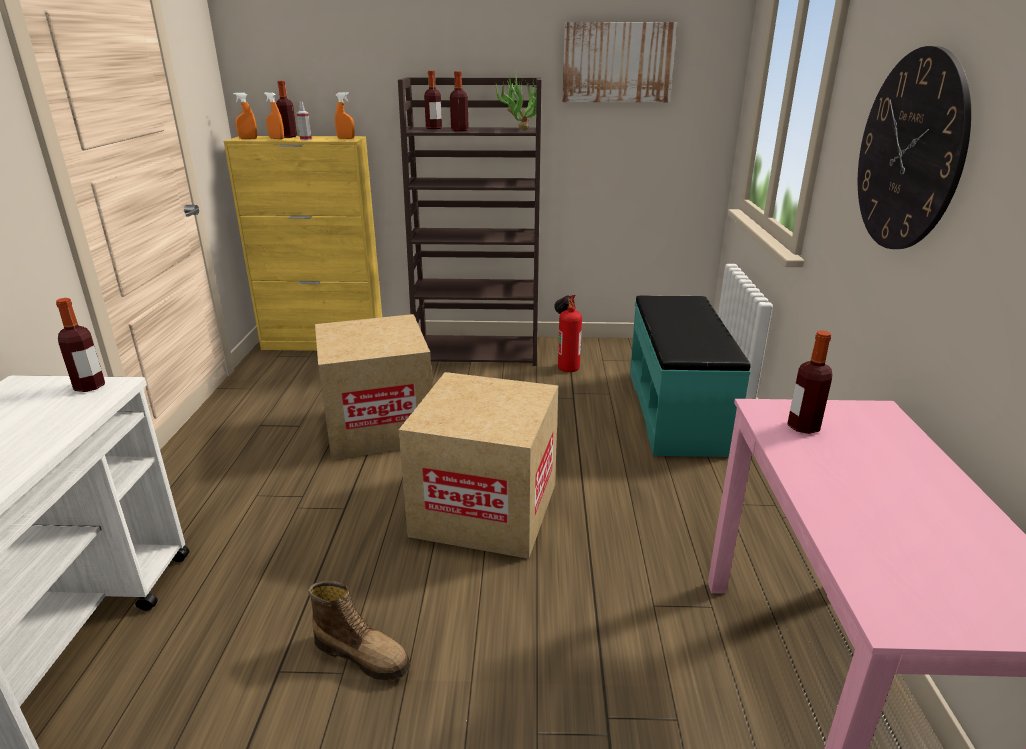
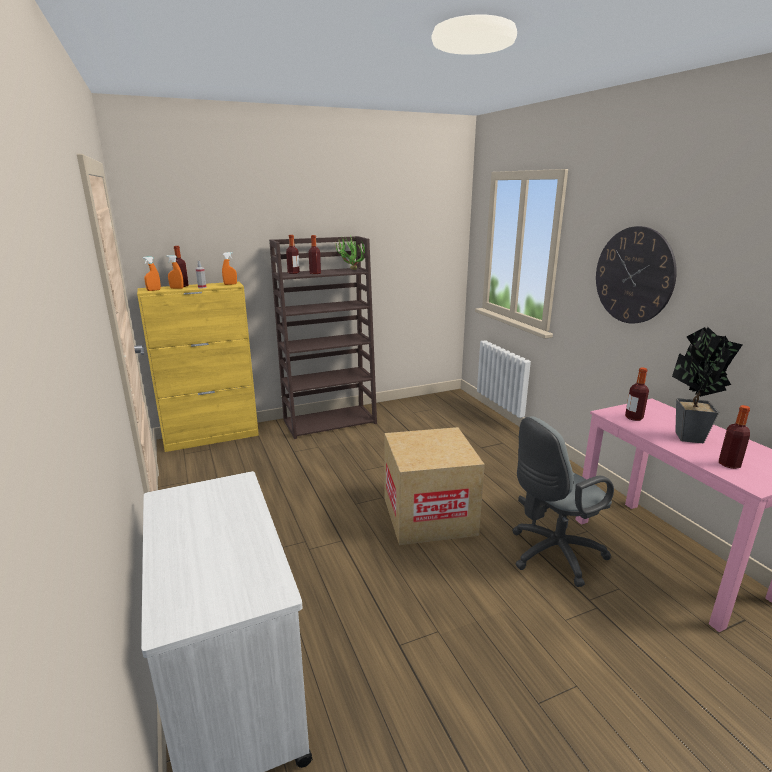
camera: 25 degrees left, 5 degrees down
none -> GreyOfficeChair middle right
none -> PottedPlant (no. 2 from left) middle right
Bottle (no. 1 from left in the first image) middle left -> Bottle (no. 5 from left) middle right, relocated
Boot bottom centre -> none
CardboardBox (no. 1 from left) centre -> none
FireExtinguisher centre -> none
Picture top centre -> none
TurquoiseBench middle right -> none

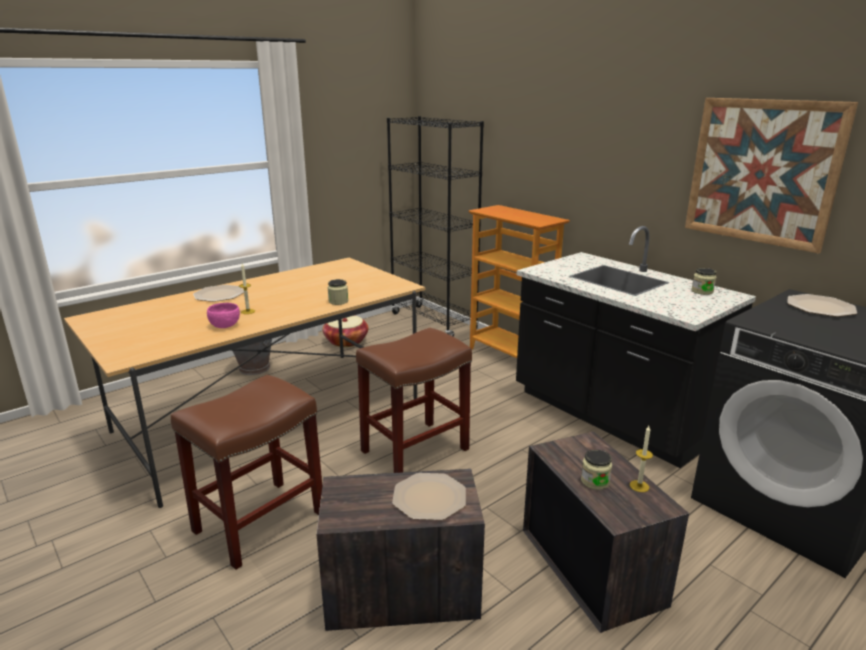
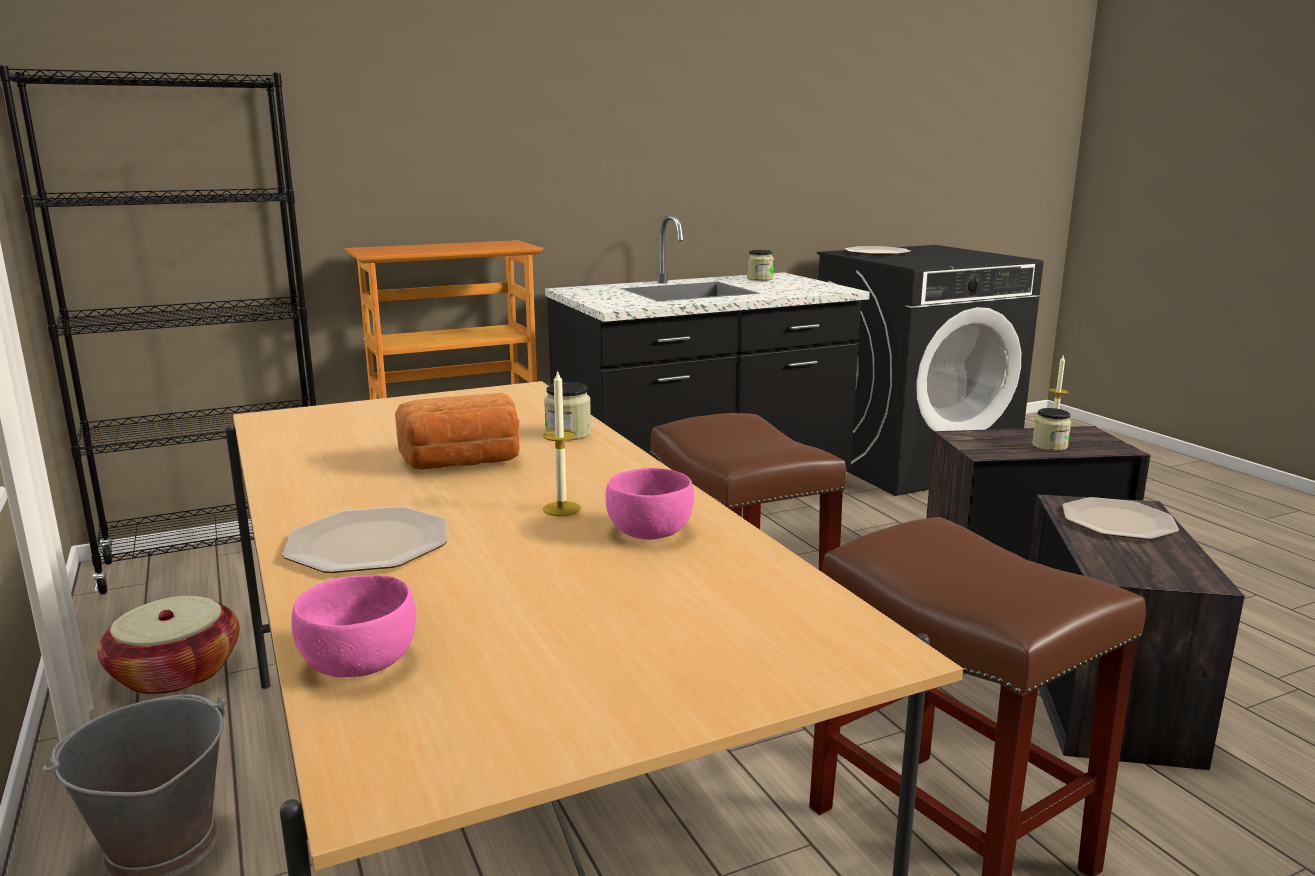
camera: 75 degrees left, 5 degrees down
none -> PinkBowl (no. 1 from left) bottom left
none -> Bread centre
Picture top right -> none

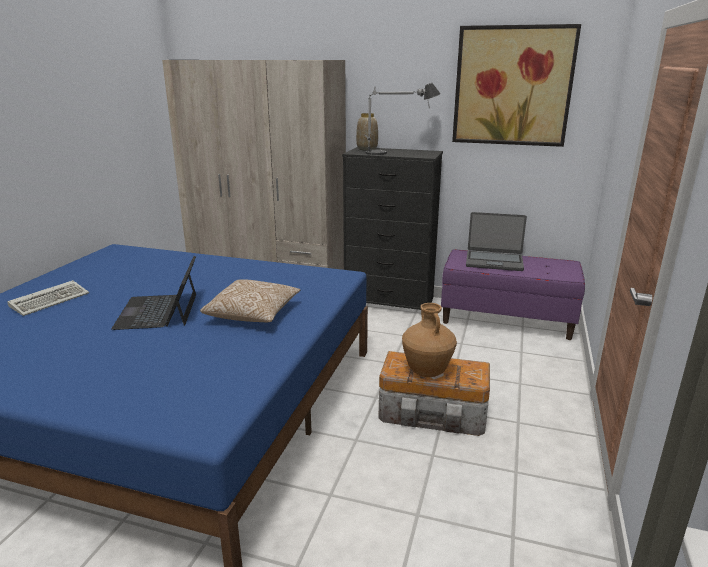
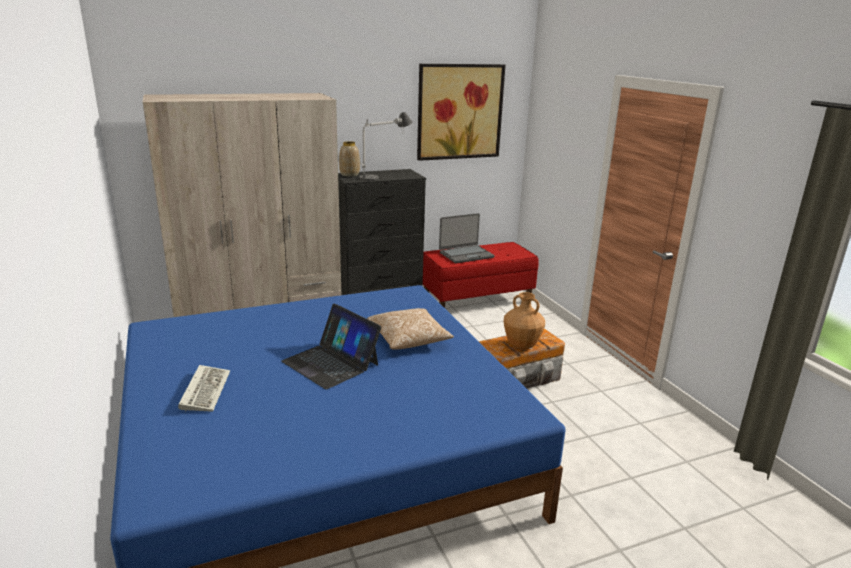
camera: 40 degrees left, 0 degrees up
PurpleBench middle right -> RedBench centre

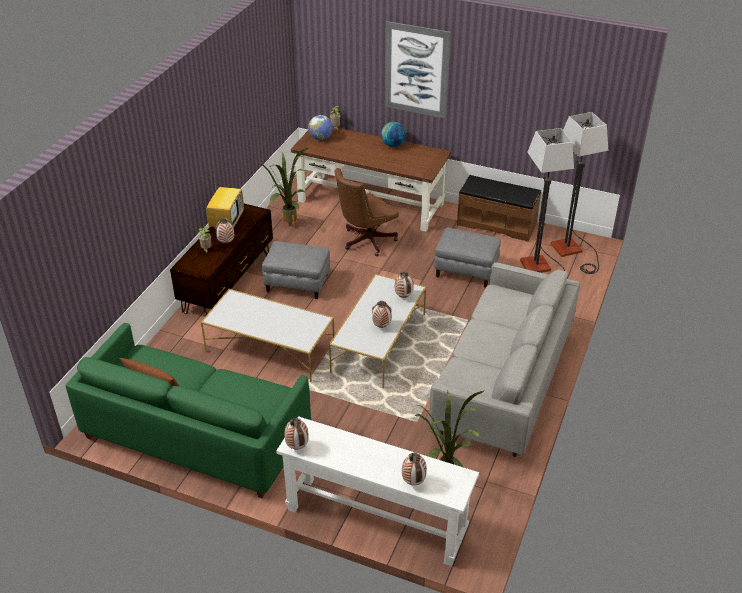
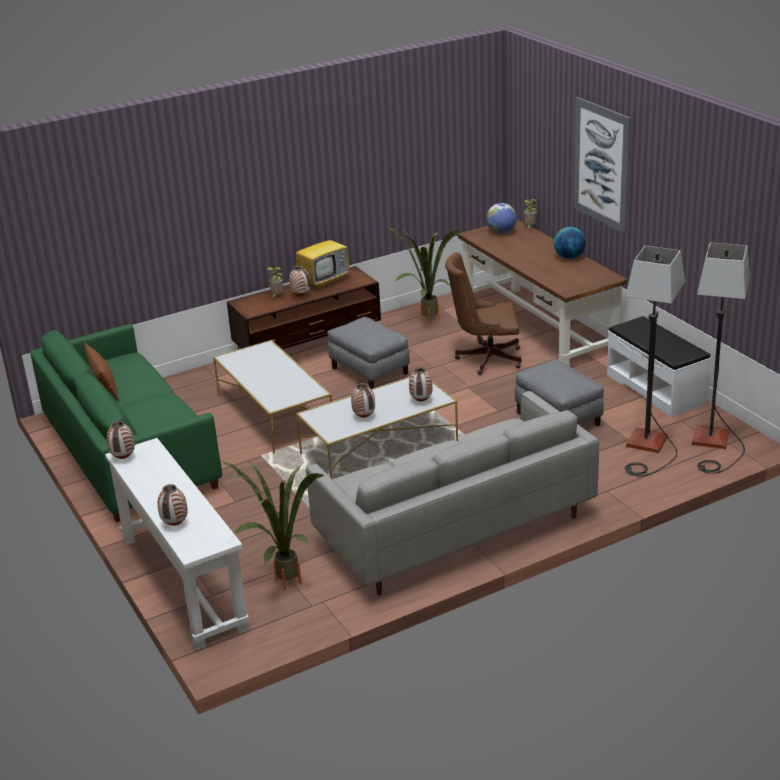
camera: 40 degrees right, 10 degrees down
BrownBench middle right -> WhiteBench middle right

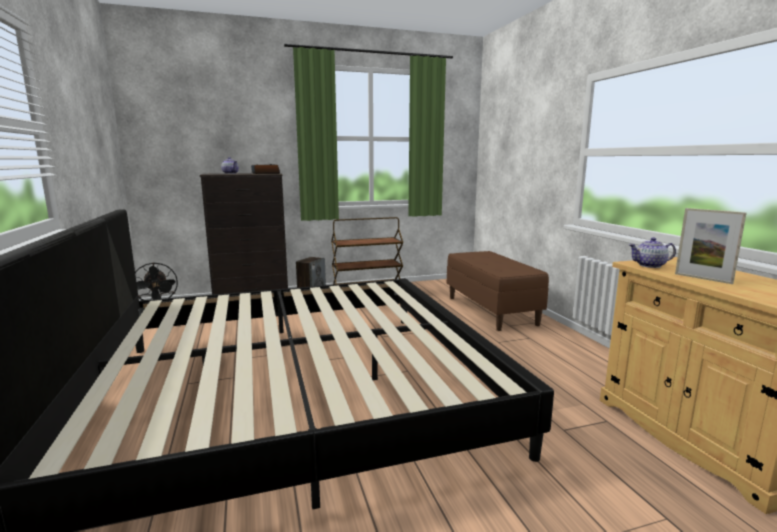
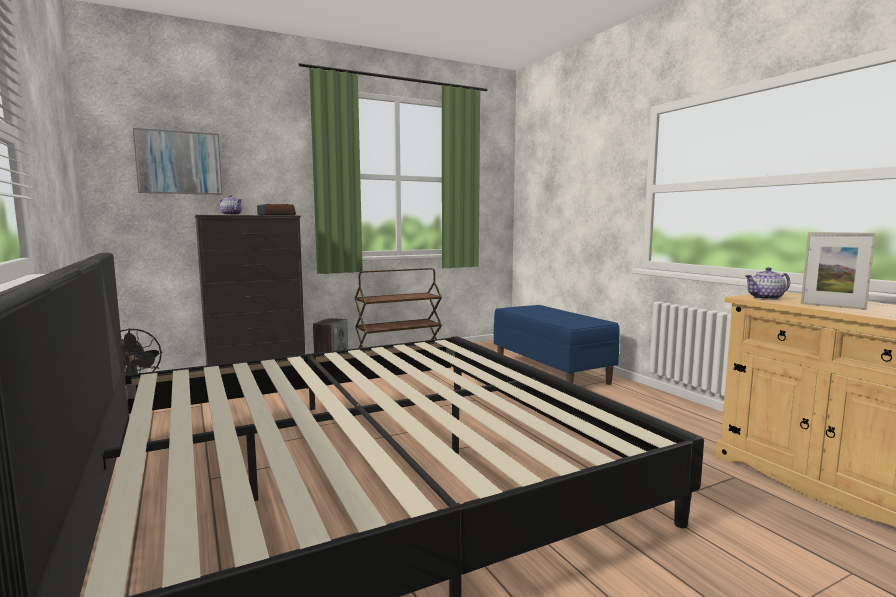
camera: 10 degrees left, 5 degrees down
none -> Picture top left
BrownBench centre -> BlueBench centre

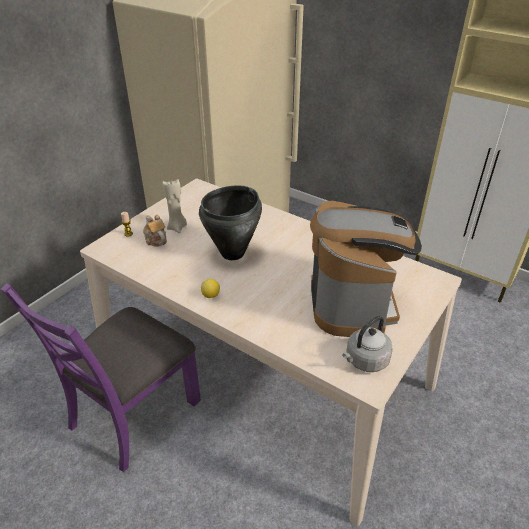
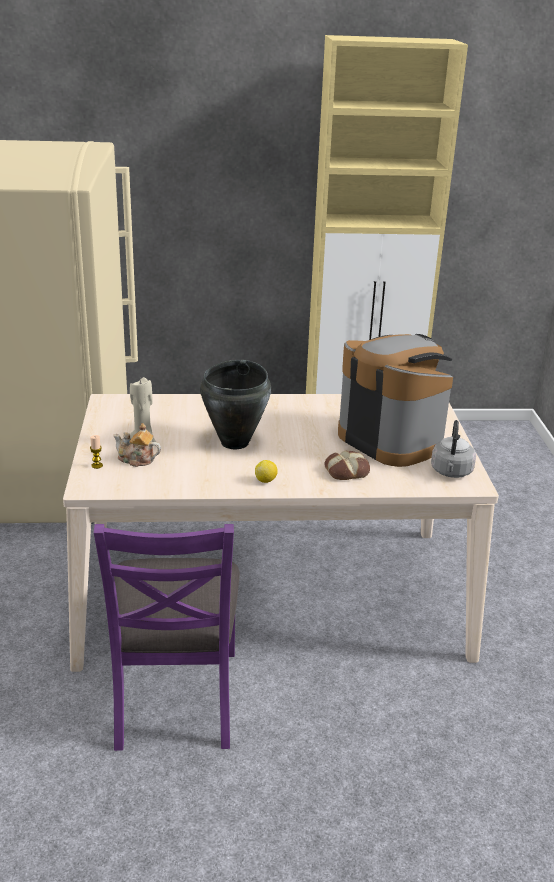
camera: 40 degrees left, 10 degrees down
none -> Bread centre

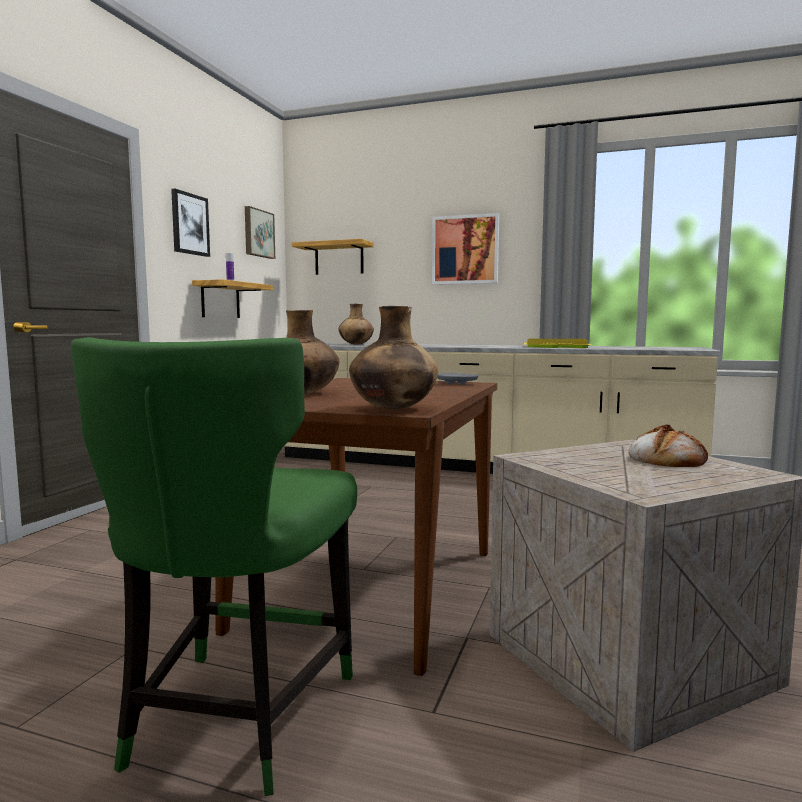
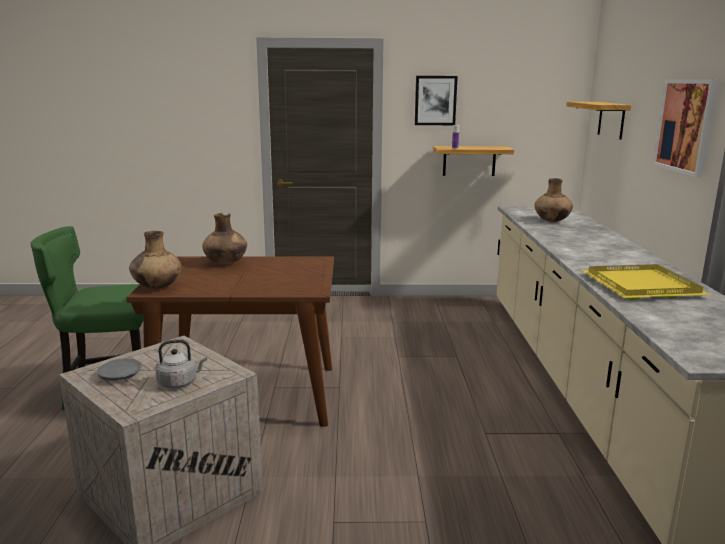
camera: 70 degrees right, 10 degrees up
GreyPlate centre -> GreyPlate bottom left, relocated
Bread middle right -> GreyKettle bottom left
Picture (no. 2 from left) top left -> none

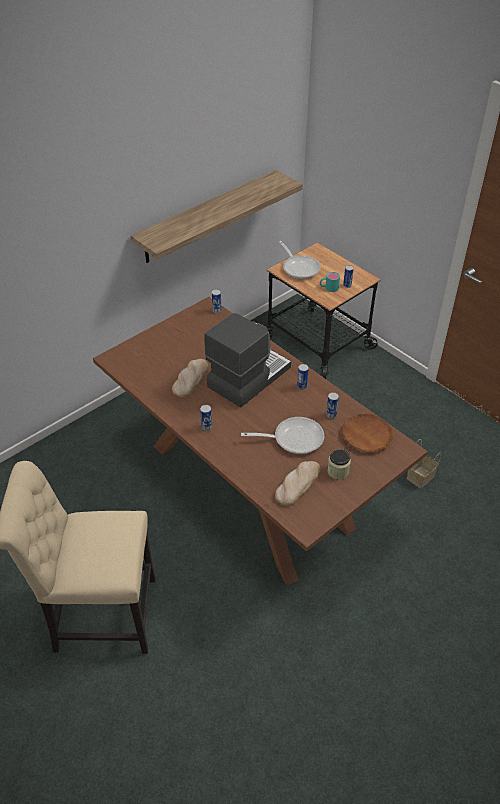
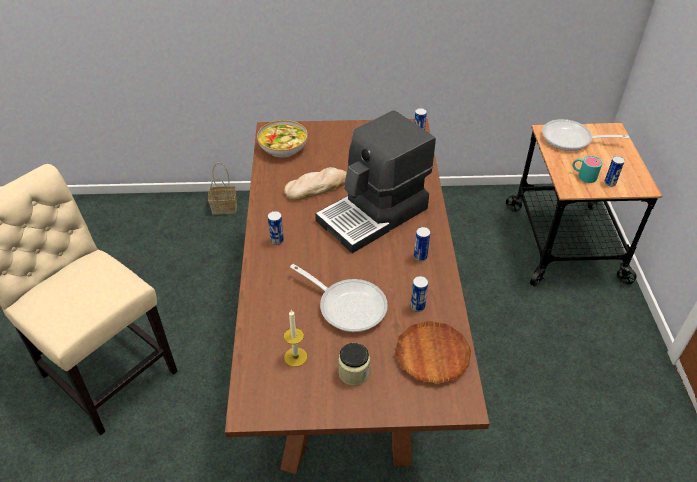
camera: 40 degrees right, 0 degrees up
Basket middle right -> Basket middle left, relocated
none -> Bowl top centre
Bread (no. 2 from left) centre -> Candle bottom centre
CoffeeMachine centre, 150 degrees clockwise
FryingPan (no. 2 from left) top centre -> FryingPan (no. 2 from left) top right, 90 degrees clockwise
Shelf top centre -> none

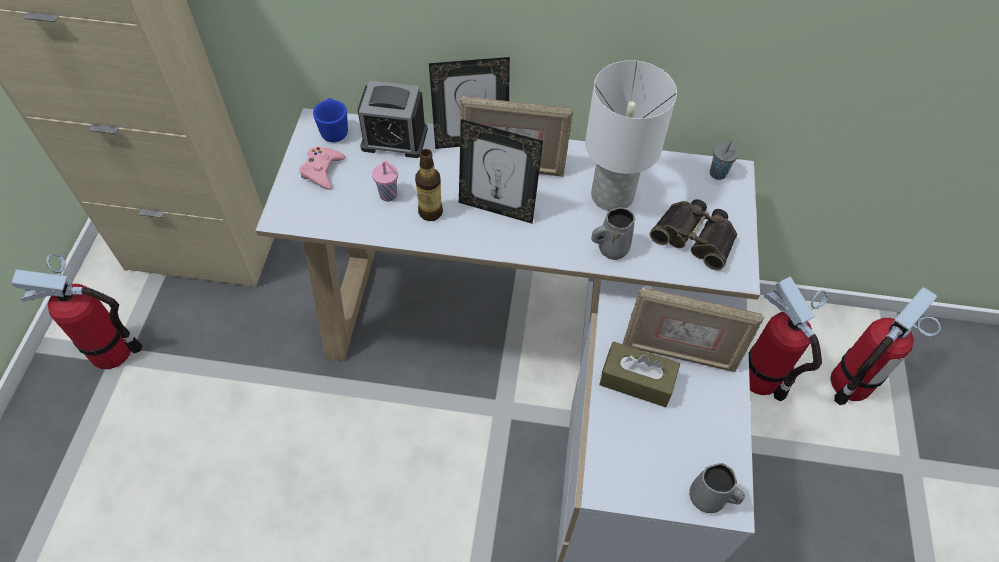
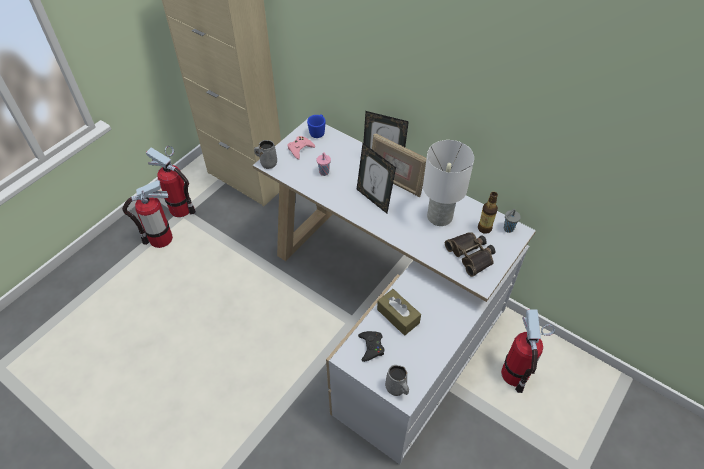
camera: 30 degrees right, 5 degrees down
FireExtinguisher (no. 3 from left in the first image) middle right -> FireExtinguisher (no. 1 from left) middle left, relocated
GreyMug (no. 1 from left) centre -> GreyMug (no. 1 from left) top centre, relocated
none -> BlackGameController bottom centre
Bottle top centre -> Bottle middle right, relocated
AlarmClock top centre -> none
PictureFrame (no. 4 from left) middle right -> none

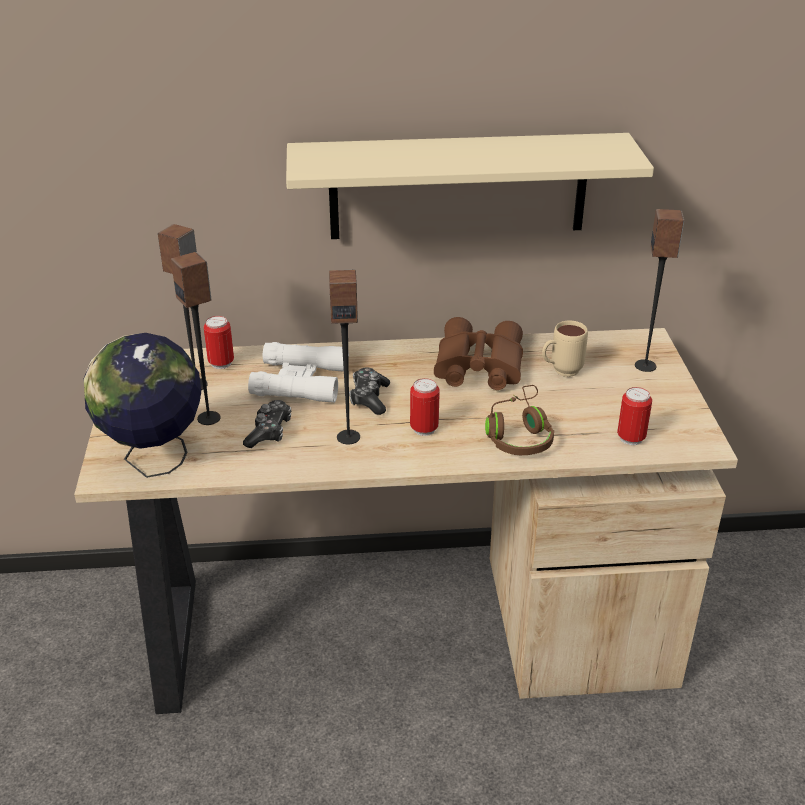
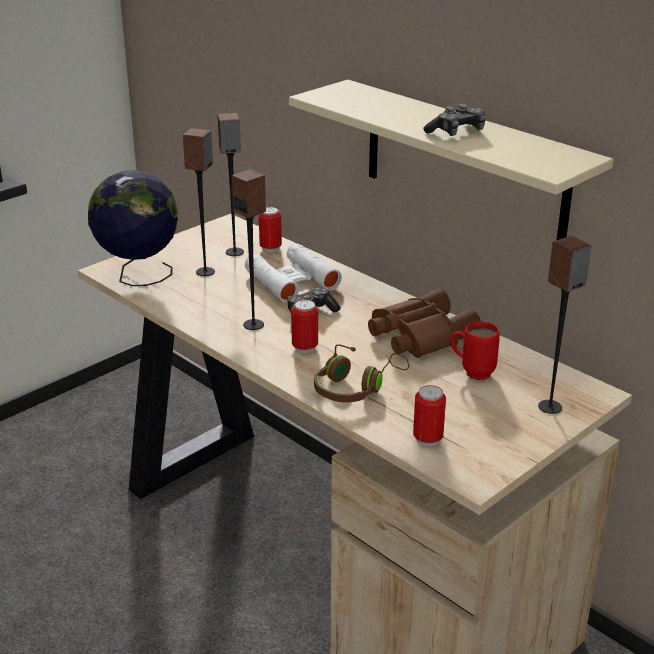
camera: 50 degrees right, 5 degrees down
GameController (no. 1 from left in the first image) middle left -> GameController (no. 2 from left) top right, relocated
BeigeMug middle right -> RedMug middle right

